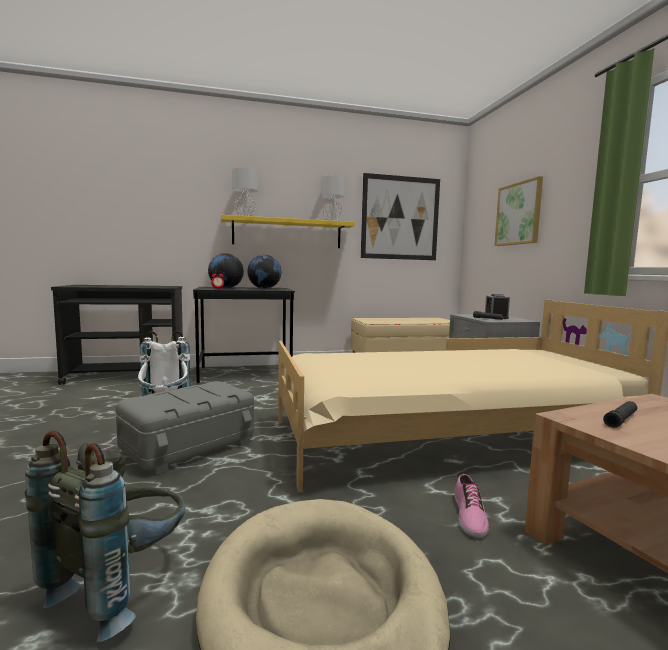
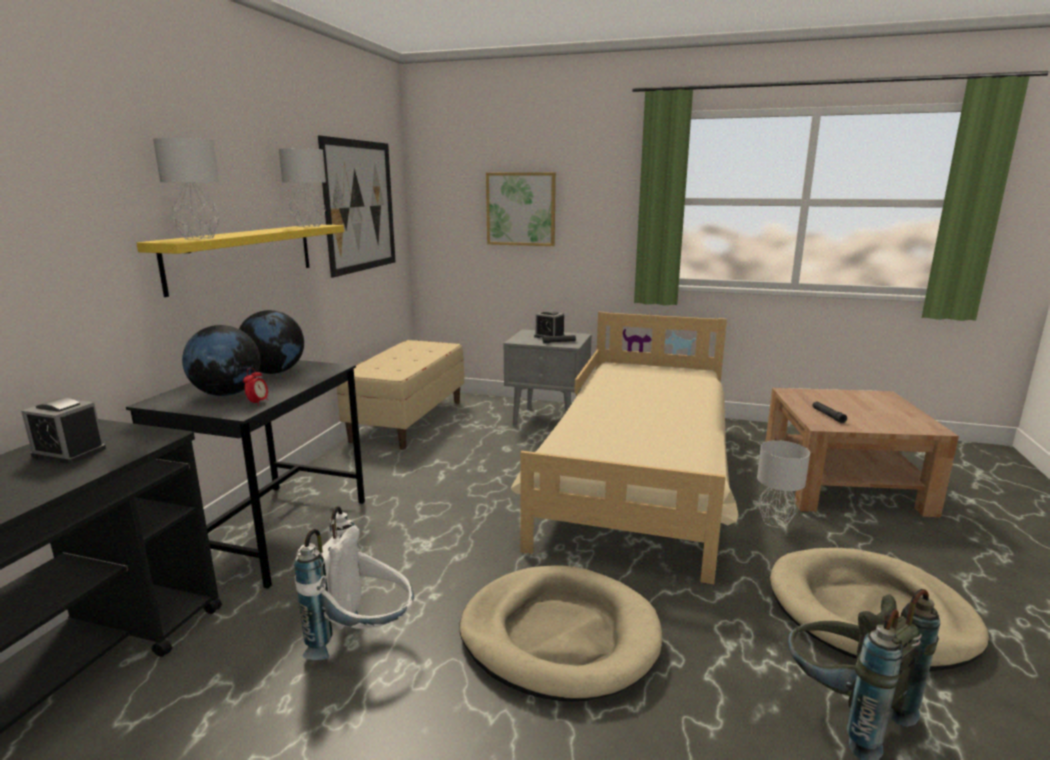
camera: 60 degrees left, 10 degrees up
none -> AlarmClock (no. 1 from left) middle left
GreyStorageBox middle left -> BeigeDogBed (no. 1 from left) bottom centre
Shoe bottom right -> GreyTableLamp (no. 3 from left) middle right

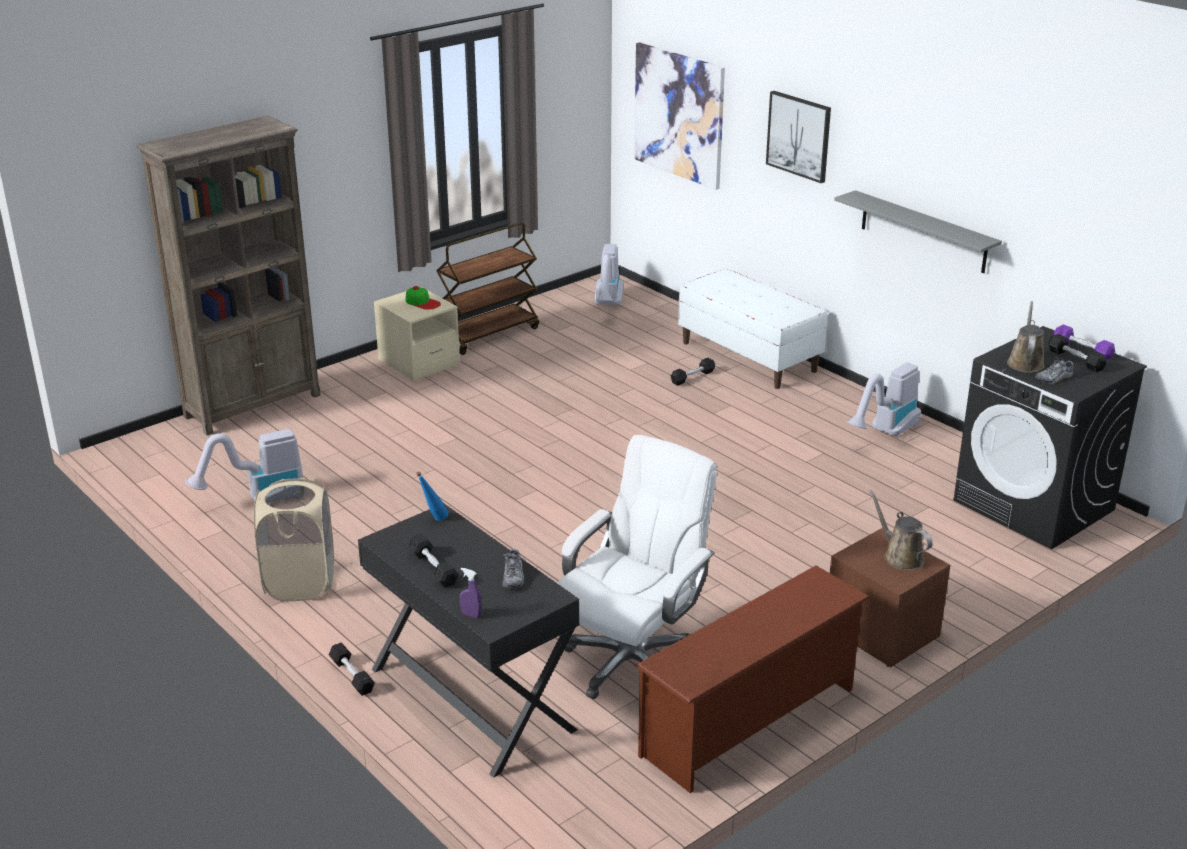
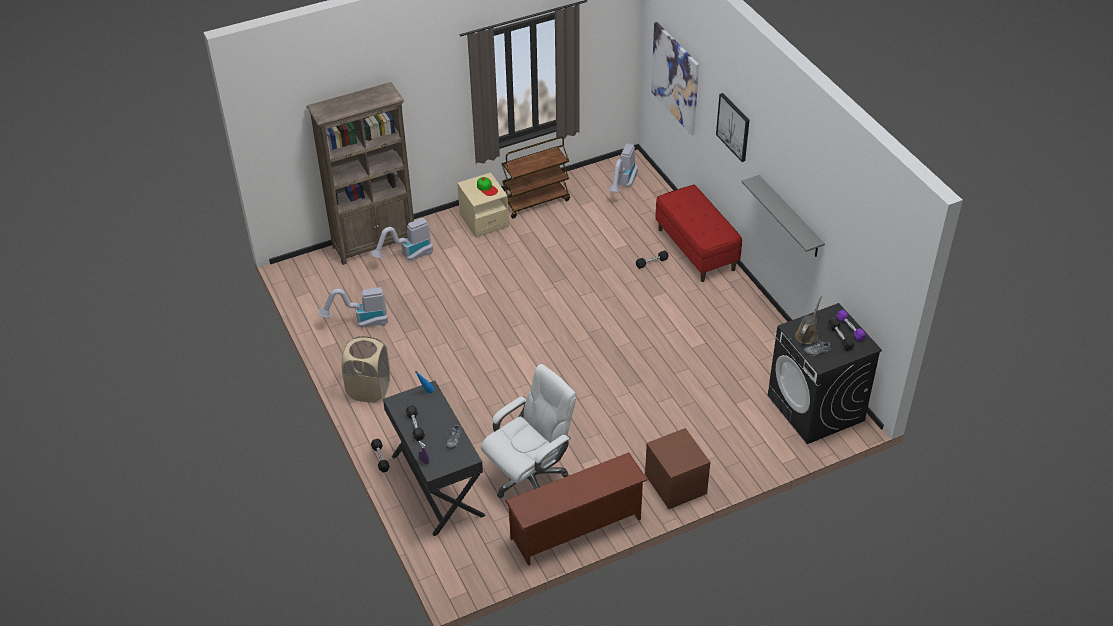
camera: 15 degrees right, 15 degrees up
VacuumCleaner (no. 3 from left in the first image) middle right -> VacuumCleaner (no. 2 from left) centre, relocated
WhiteBench centre -> RedBench centre
BrownWateringCan (no. 1 from left) middle right -> none

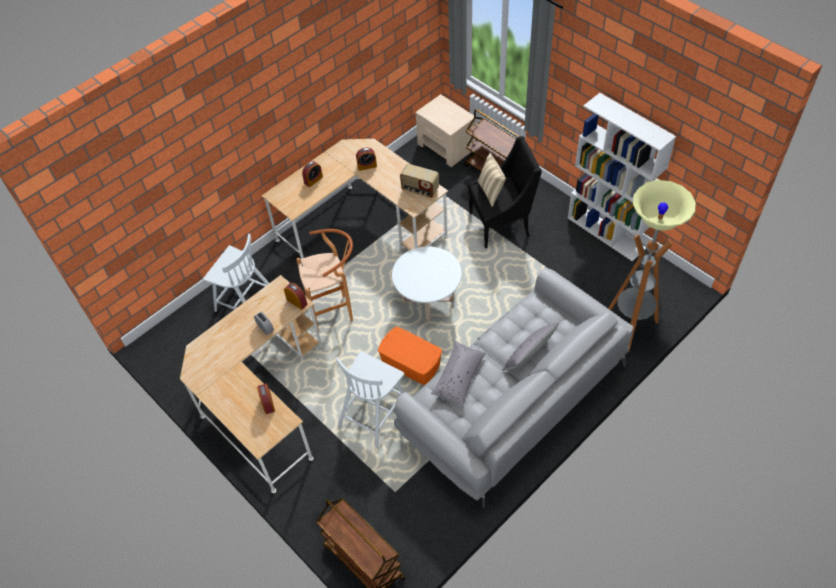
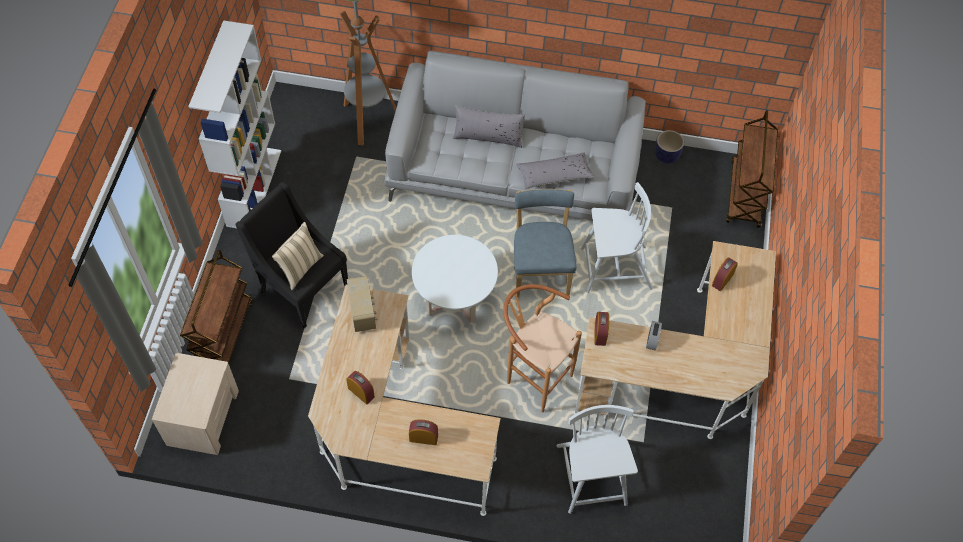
camera: 130 degrees left, 5 degrees up
OrangeStorageBox centre -> BlueChair centre
none -> Planter top right

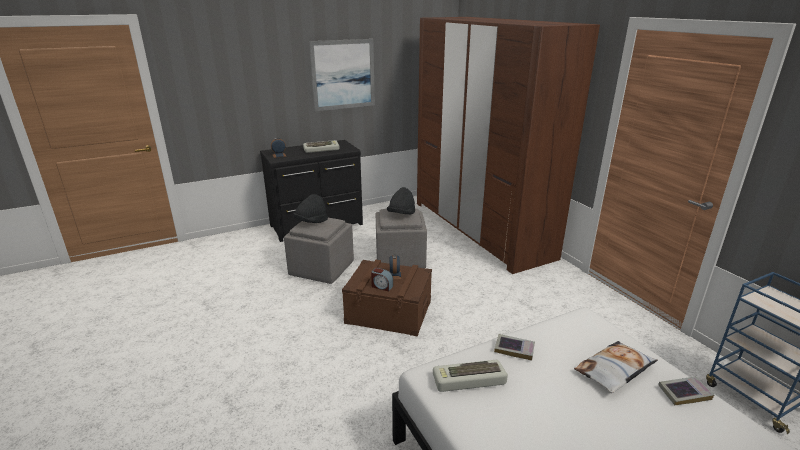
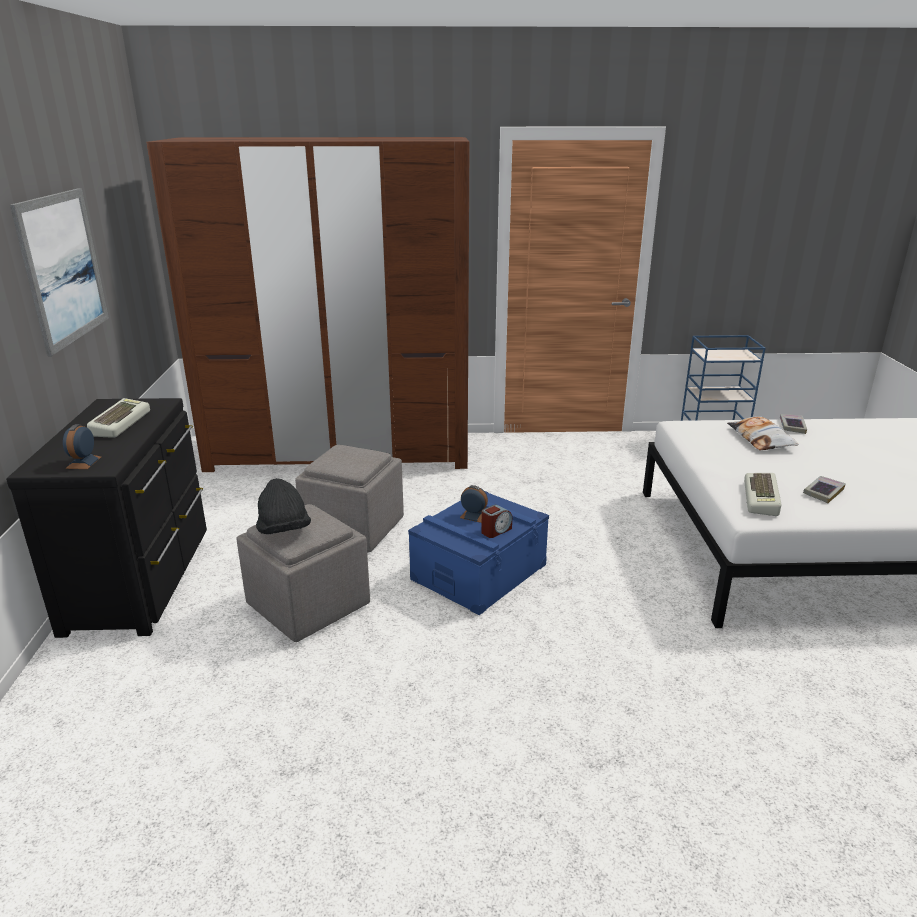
camera: 65 degrees left, 0 degrees up
BrownStorageBox centre -> BlueStorageBox centre
Book (no. 1 from left in the first image) bottom centre -> Book (no. 2 from left) middle right, relocated
BlackHat (no. 2 from left) centre -> none

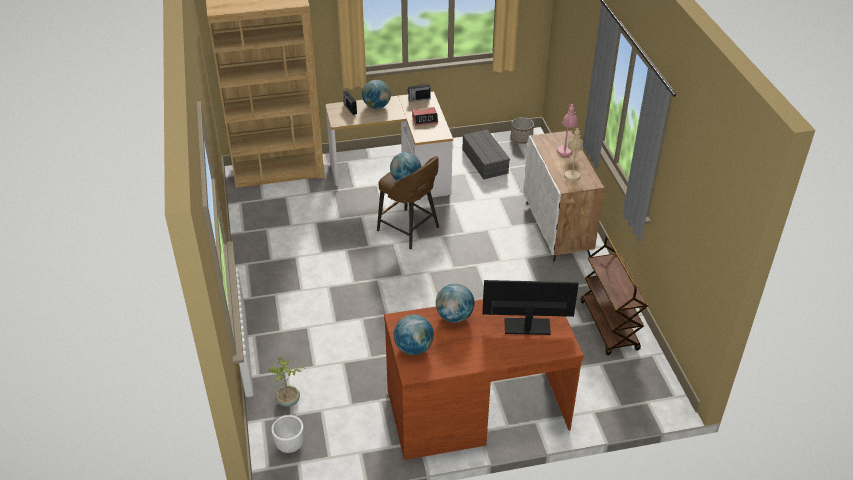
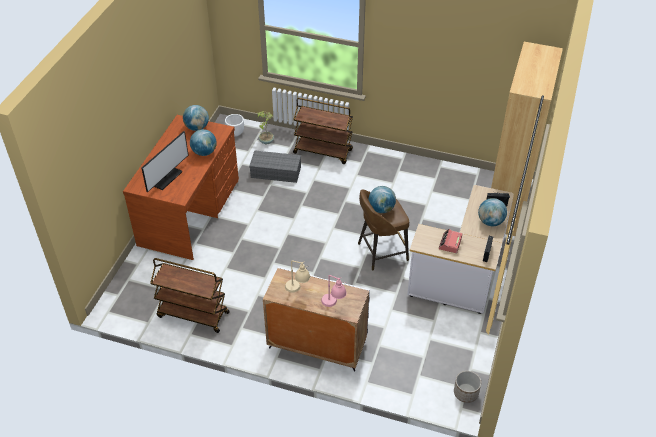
camera: 120 degrees right, 5 degrees up
GreyStorageBox top centre -> GreyStorageBox centre, relocated
none -> BrownCart (no. 2 from left) top centre

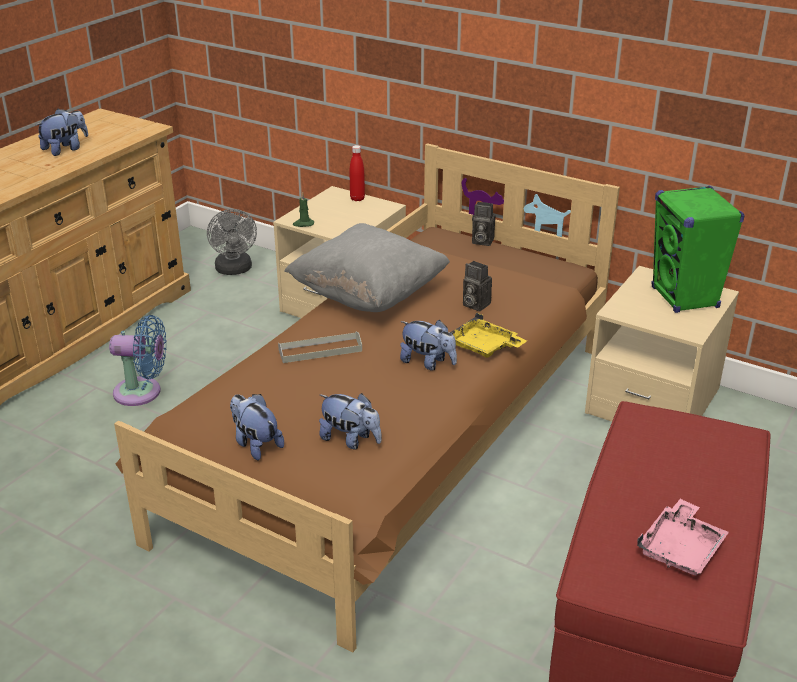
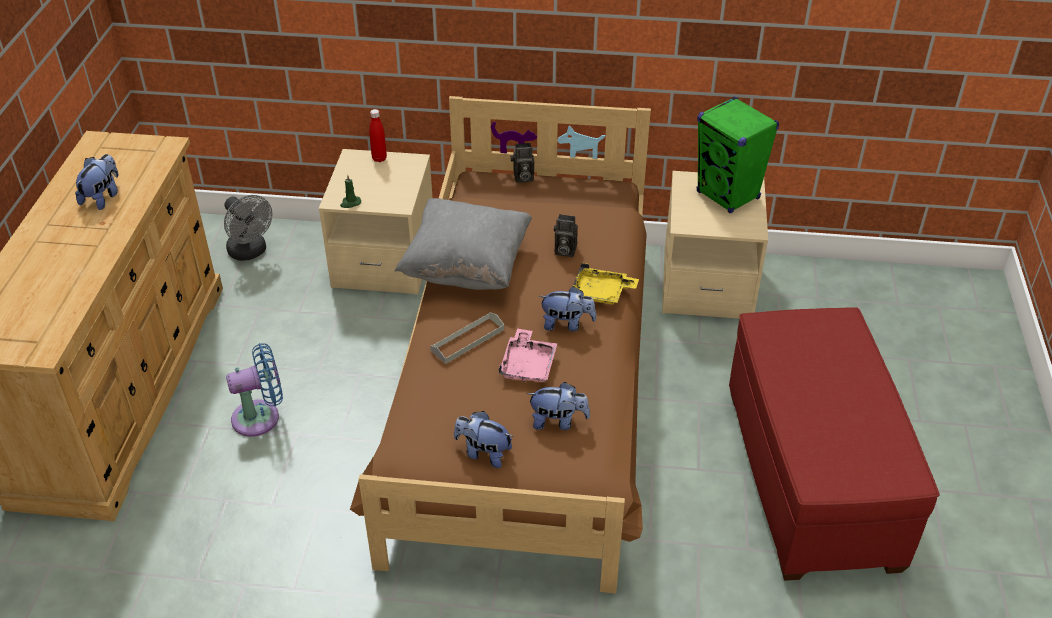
camera: 25 degrees left, 10 degrees up
PinkTray bottom right -> PinkTray centre, relocated

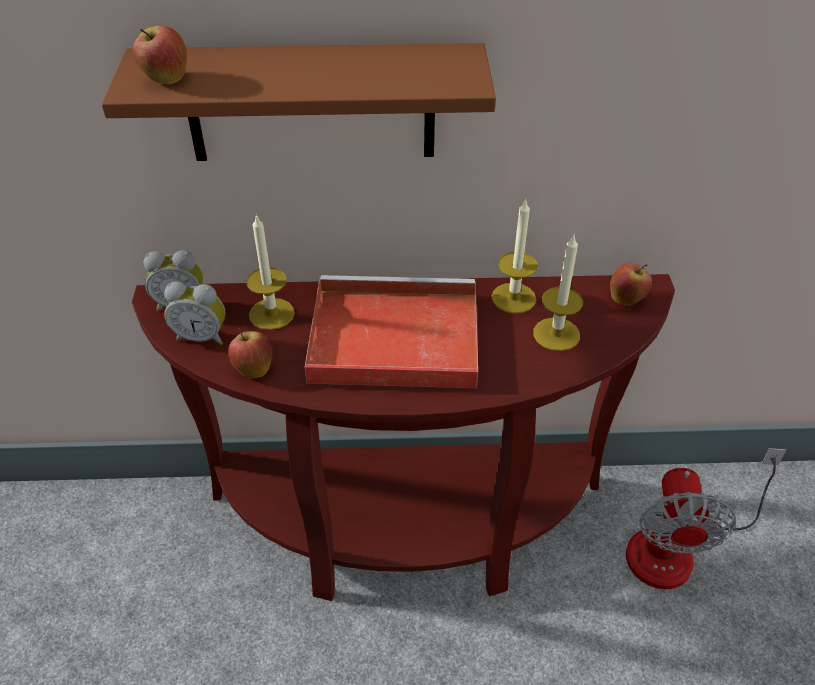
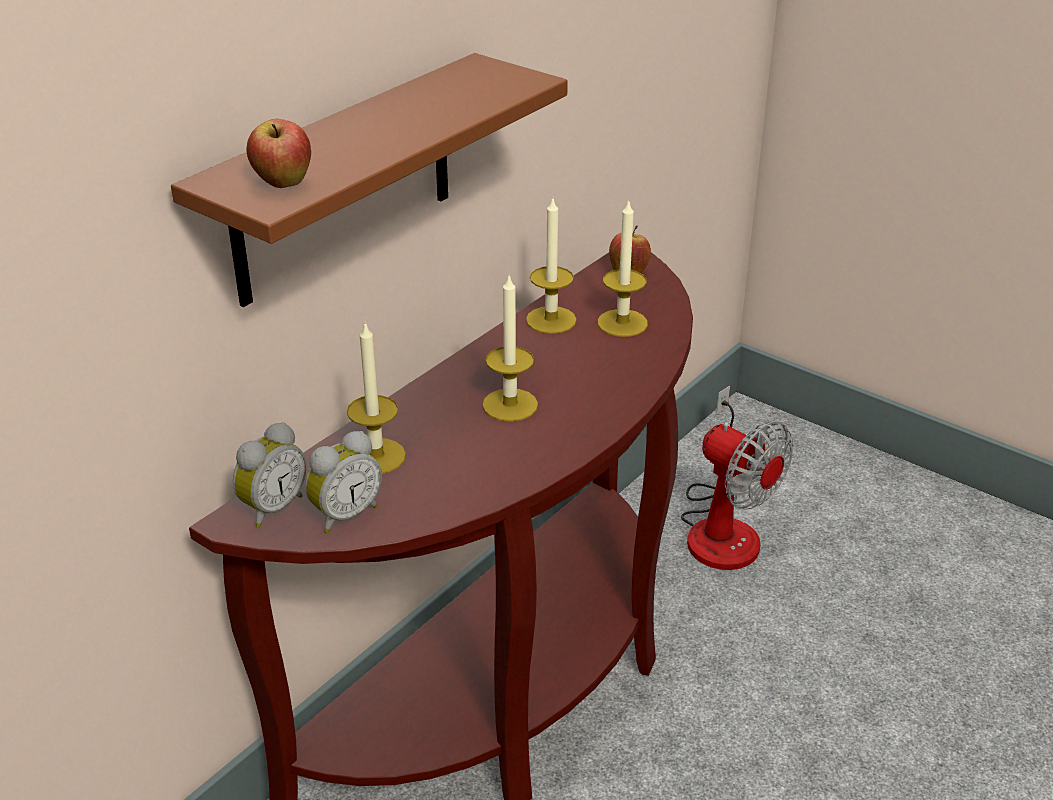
camera: 50 degrees left, 10 degrees down
RedTray centre -> Candle (no. 2 from left) centre
Apple (no. 2 from left) middle left -> none

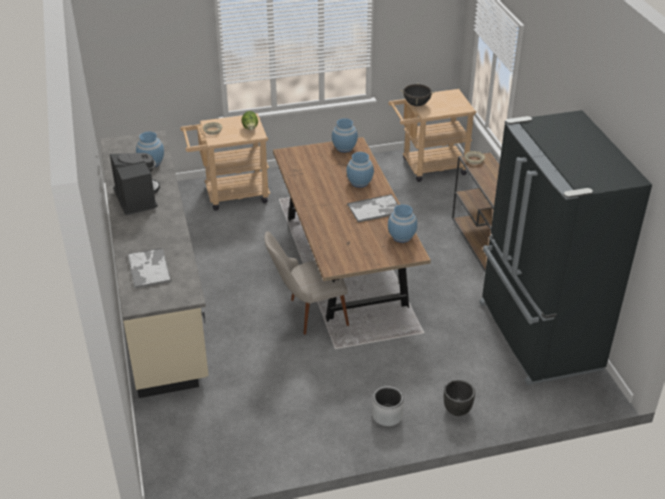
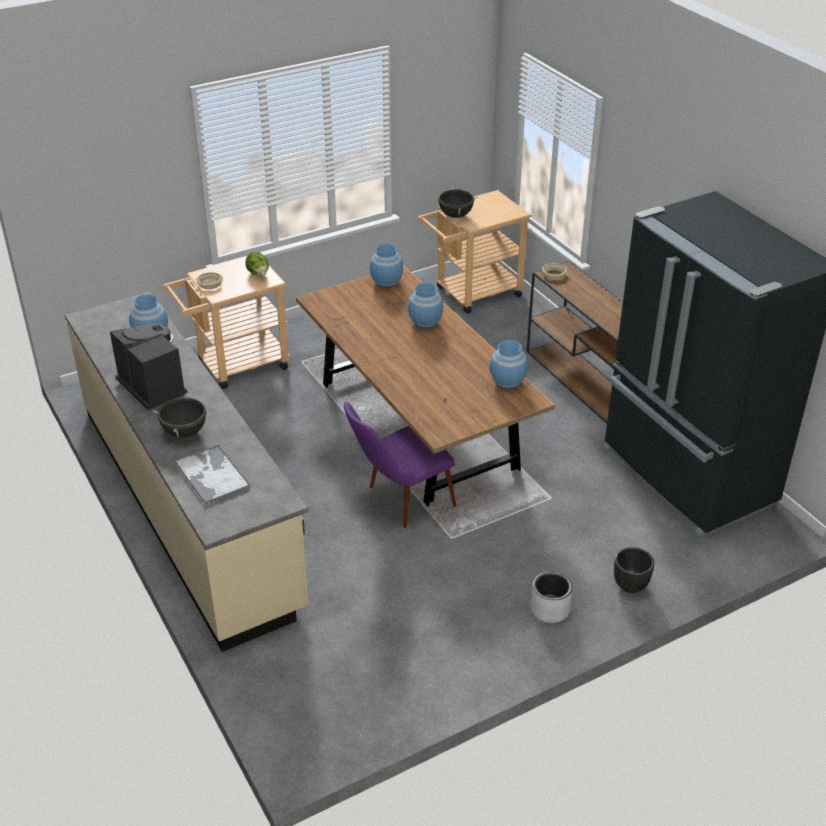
camera: 15 degrees left, 0 degrees up
none -> BlackCookingPot (no. 1 from left) middle left
BeigeChair centre -> PurpleChair centre
Tray (no. 2 from left) centre -> none

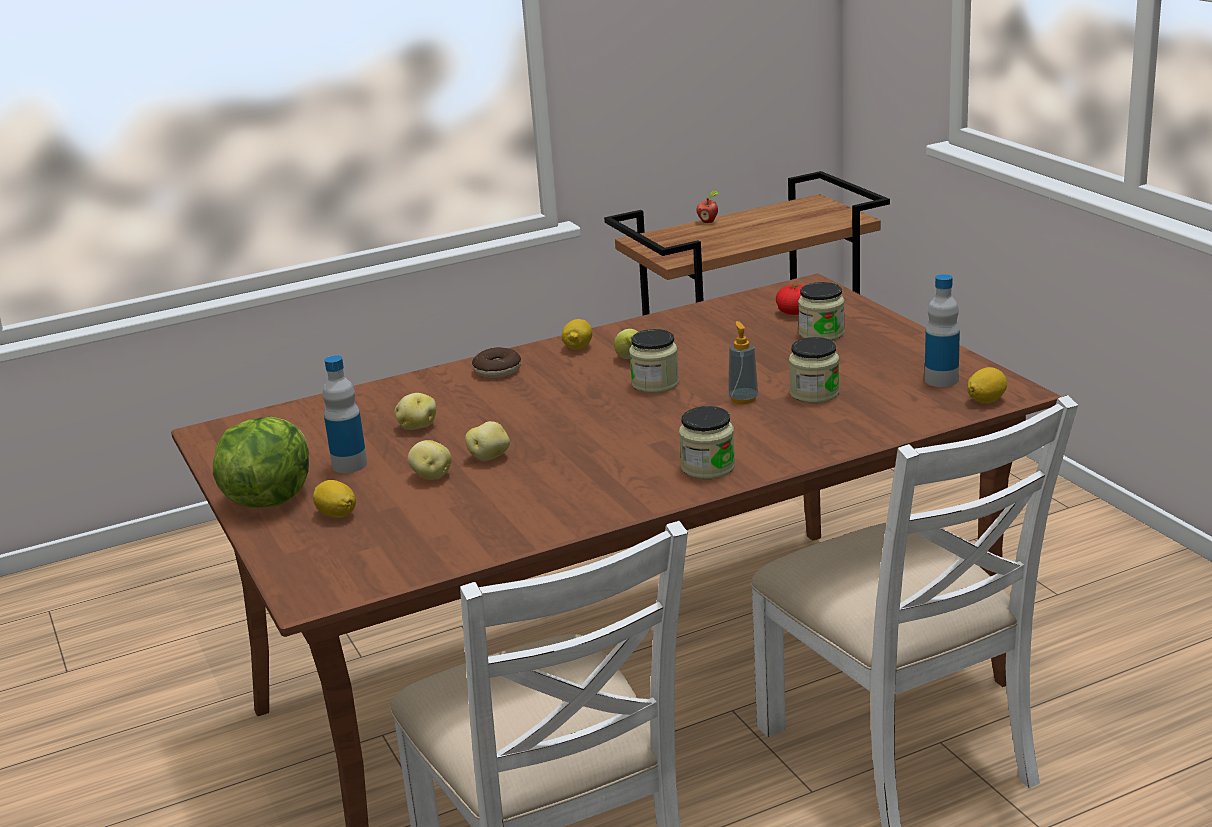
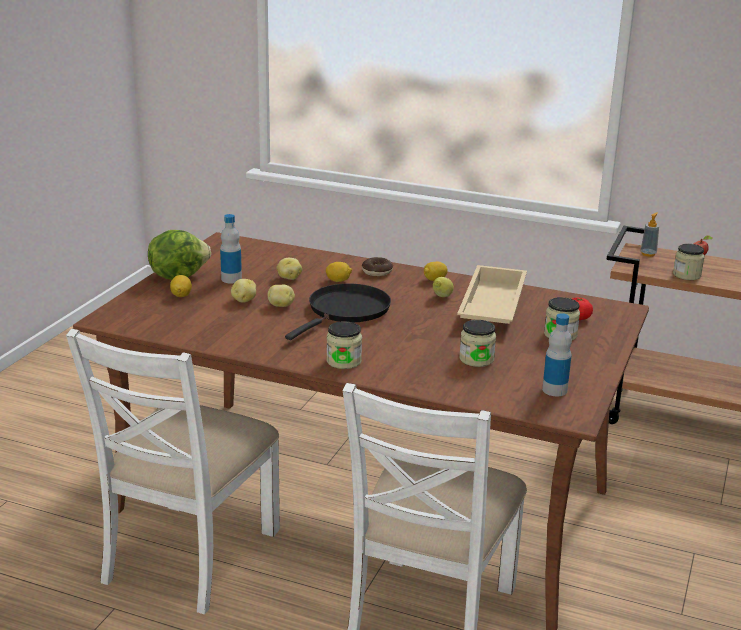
camera: 45 degrees right, 0 degrees up
none -> BlackFryingPan centre
Lemon (no. 4 from left in the first image) middle right -> Lemon (no. 2 from left) centre, relocated
none -> BeigeTray centre
SoapDispenser centre -> SoapDispenser middle right, relocated
Jar (no. 1 from left in the first image) centre -> Jar (no. 4 from left) middle right, relocated

